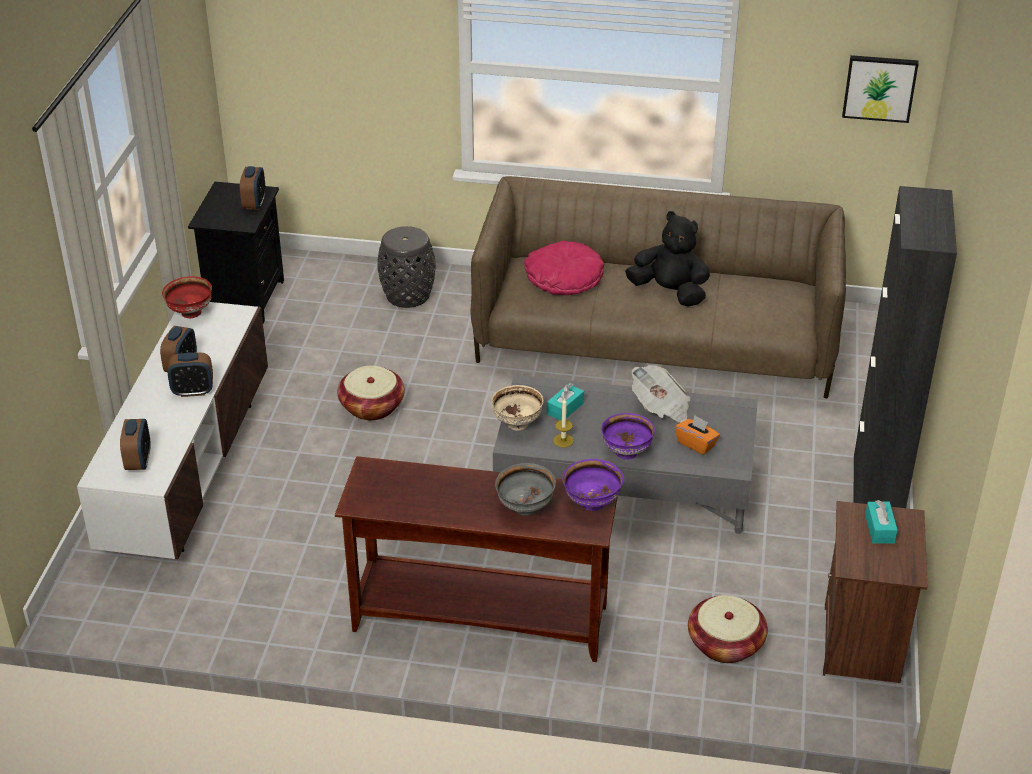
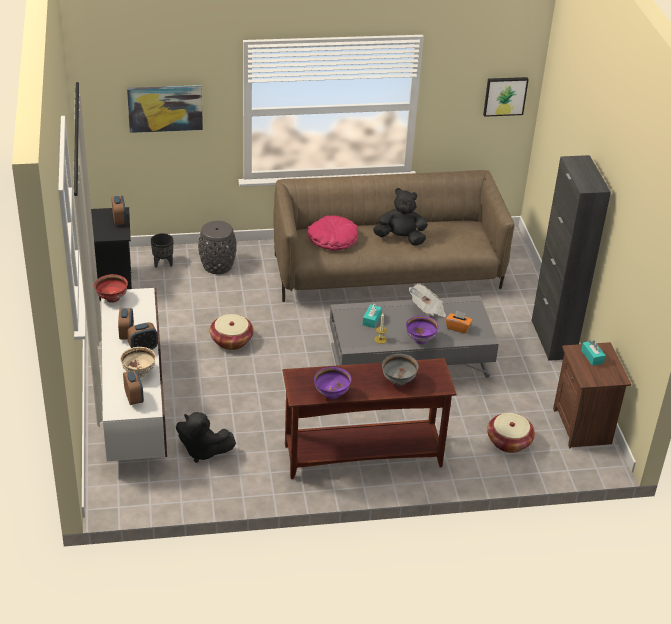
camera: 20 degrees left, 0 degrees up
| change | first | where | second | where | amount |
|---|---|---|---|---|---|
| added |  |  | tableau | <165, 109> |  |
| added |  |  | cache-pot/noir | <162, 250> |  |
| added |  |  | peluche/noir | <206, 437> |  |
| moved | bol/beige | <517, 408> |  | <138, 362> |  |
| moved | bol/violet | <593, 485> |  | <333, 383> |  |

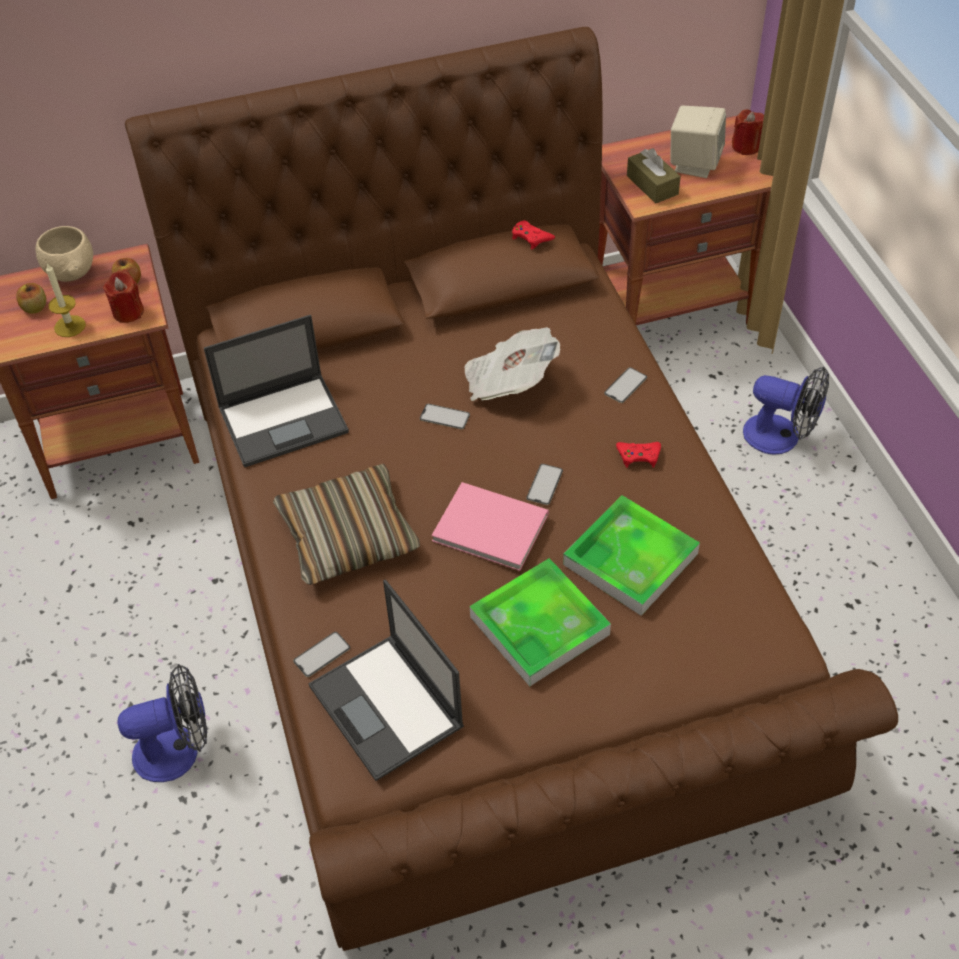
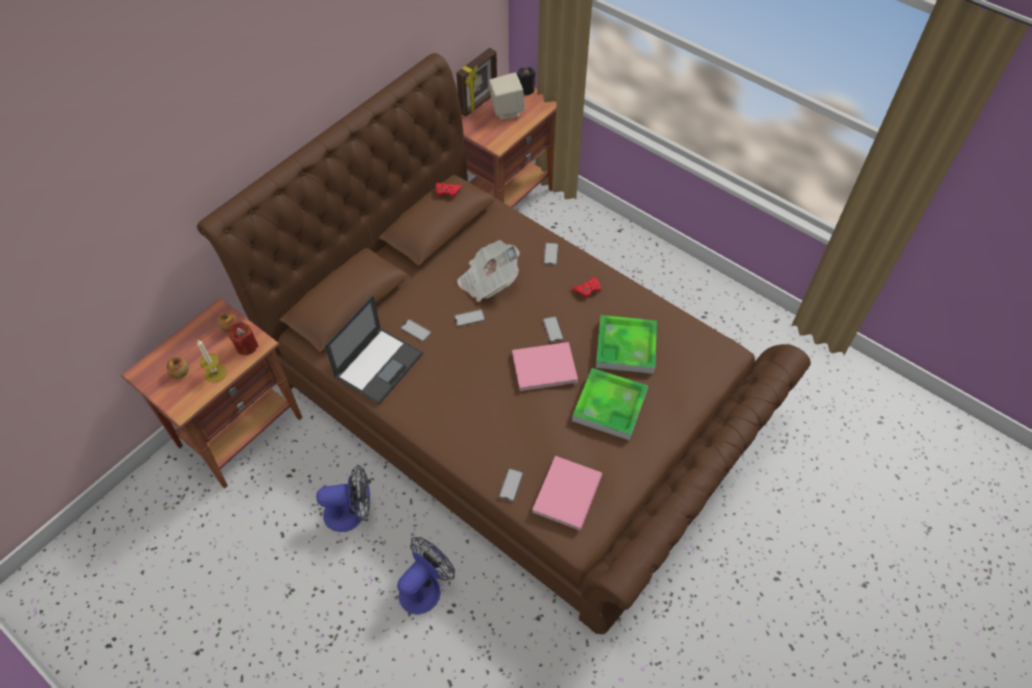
camera: 35 degrees left, 5 degrees up
| change | first | where | second | where | amount |
|---|---|---|---|---|---|
| removed | bol/beige | <64, 254> |  |  |  |
| removed | coussin | <346, 524> |  |  |  |
| removed | boîte à mouchoirs/marron | <654, 176> |  |  |  |
| added |  |  | téléphone | <416, 330> |  |
| added |  |  | cadre photo | <476, 82> |  |
| moved | ventilateur | <786, 411> |  | <343, 498> |  |
| replaced | ordinateur portable | <386, 680> | livre/rose | <567, 493> |  |
| recoloured | bougie/rouge | <748, 132> | bougie/noir | <526, 81> |  |

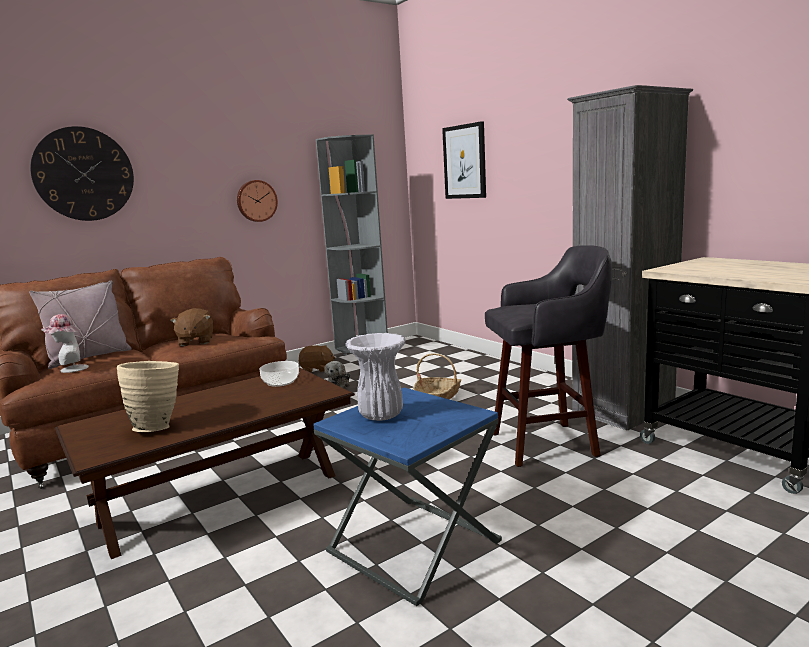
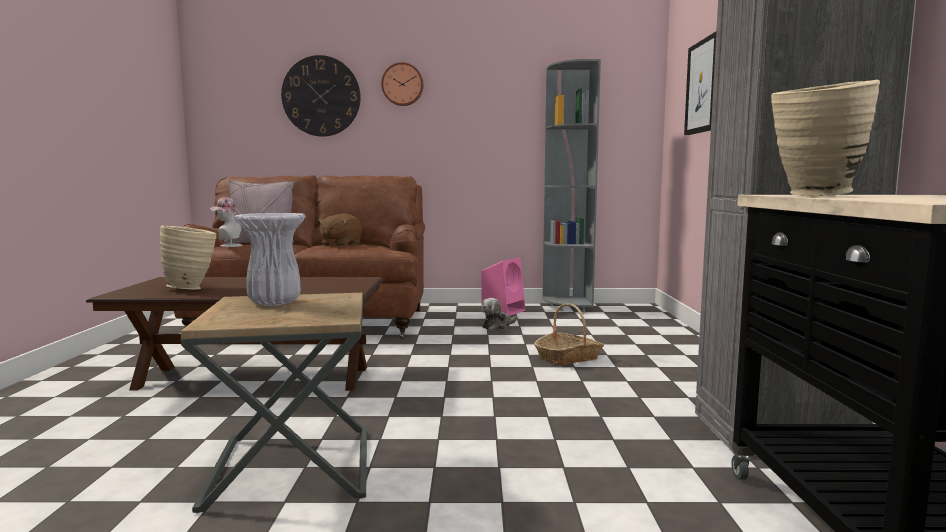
camera: 35 degrees right, 5 degrees down
| change | first | where | second | where | amount |
|---|---|---|---|---|---|
| removed | bol | <279, 374> |  |  |  |
| removed | tabouret/gris | <548, 356> |  |  |  |
| added |  |  | vase/beige | <825, 138> |  |
| moved | horloge murale | <257, 201> |  | <402, 84> |  |
| replaced | peluche/marron | <317, 359> | enceinte/rose | <503, 286> |  |
| recoloured | table d'appoint/bleu | <407, 497> | table d'appoint/marron | <273, 403> |  |

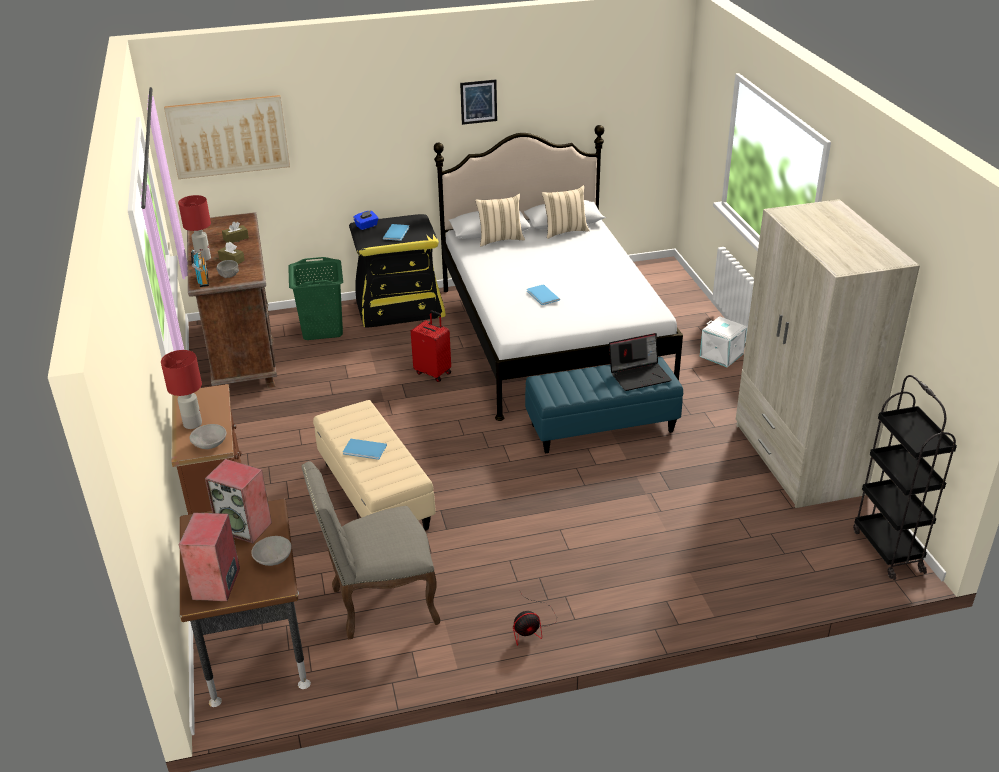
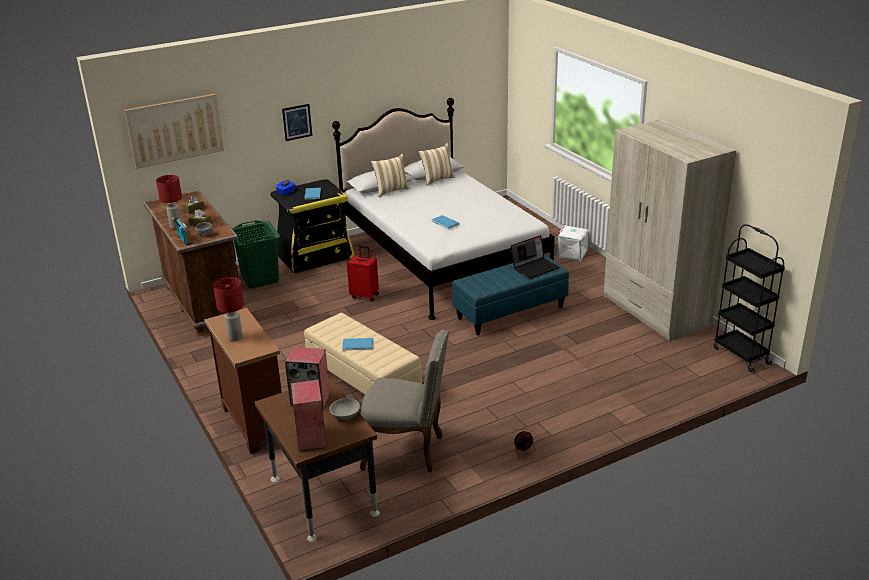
camera: 15 degrees left, 5 degrees down
| change | first | where | second | where | amount |
|---|---|---|---|---|---|
| removed | bol/gris | <207, 436> |  |  |  |
| moved | tableau | <478, 102> |  | <297, 122> |  |
| turned | chaise/gris | <370, 550> |  | <404, 401> | 135 degrees counterclockwise |

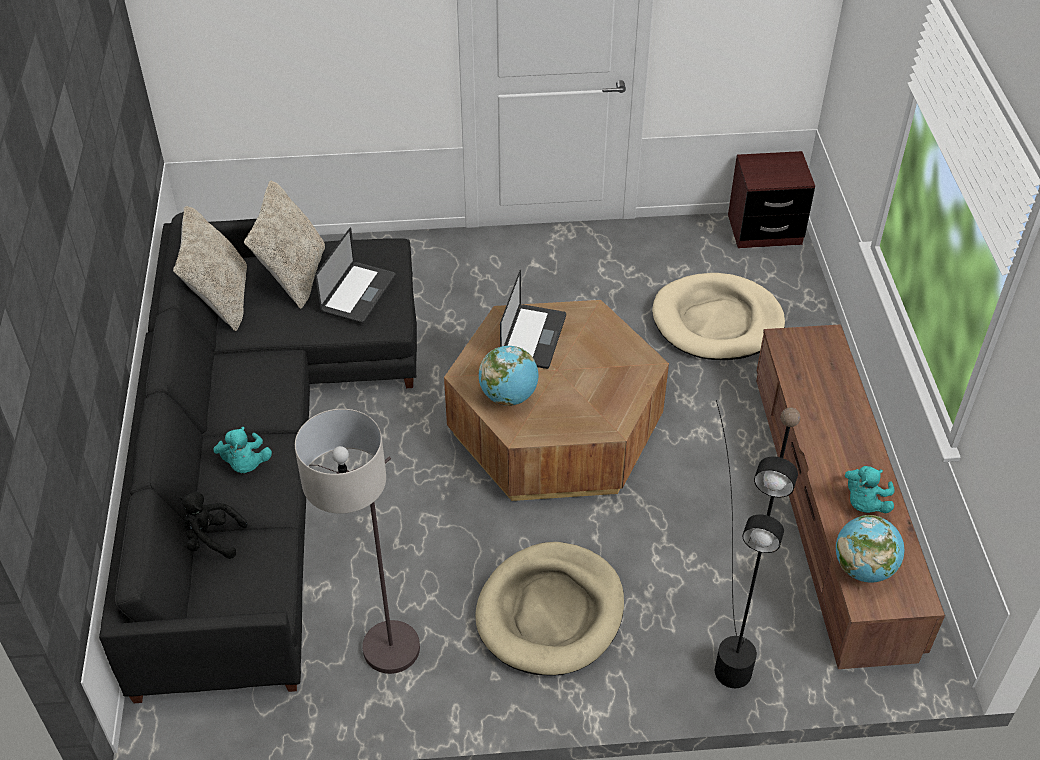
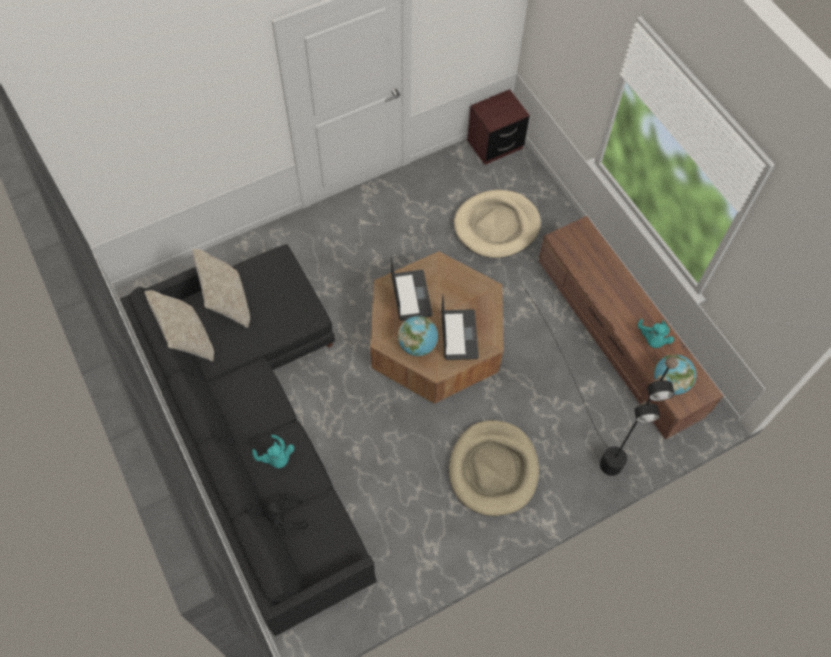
camera: 25 degrees left, 15 degrees up
| change | first | where | second | where | amount |
|---|---|---|---|---|---|
| removed | lampadaire/gris | <357, 541> |  |  |  |
| moved | ordinateur portable | <355, 275> |  | <460, 327> |  |

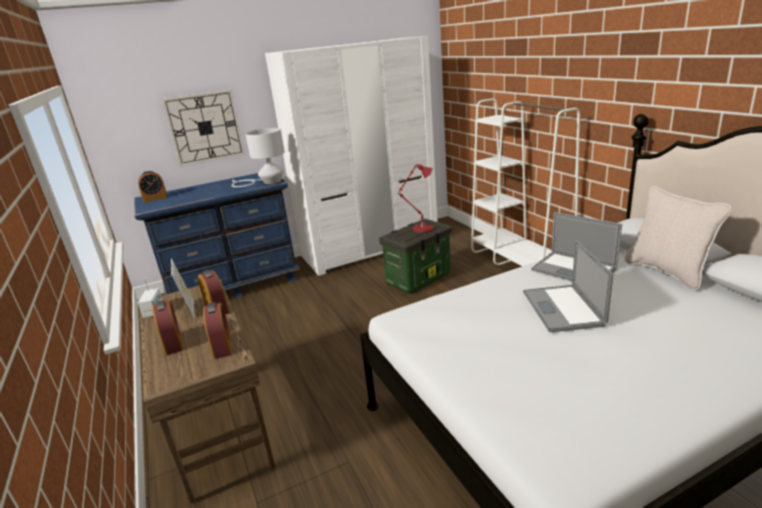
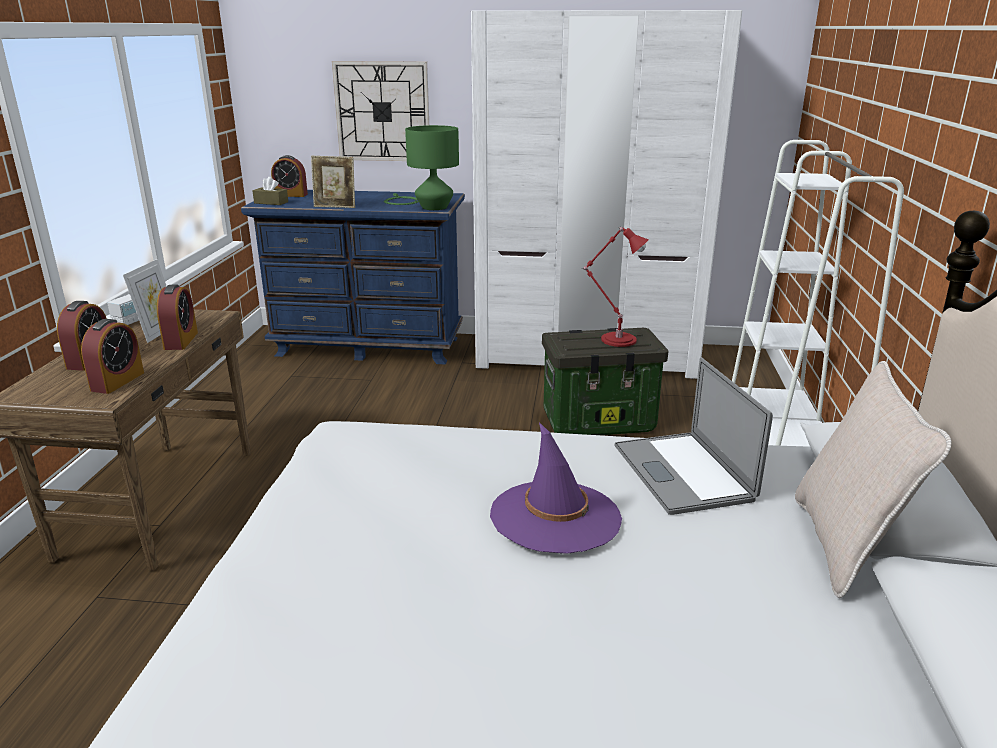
camera: 30 degrees right, 0 degrees up
| change | first | where | second | where | amount |
|---|---|---|---|---|---|
| added |  |  | boîte à mouchoirs/marron | <270, 191> |  |
| added |  |  | cadre photo | <333, 182> |  |
| replaced | ordinateur portable | <568, 286> | chapeau/violet | <556, 488> |  |
| recoloured | lampe de table/gris | <258, 157> | lampe de table/vert | <421, 167> |  |

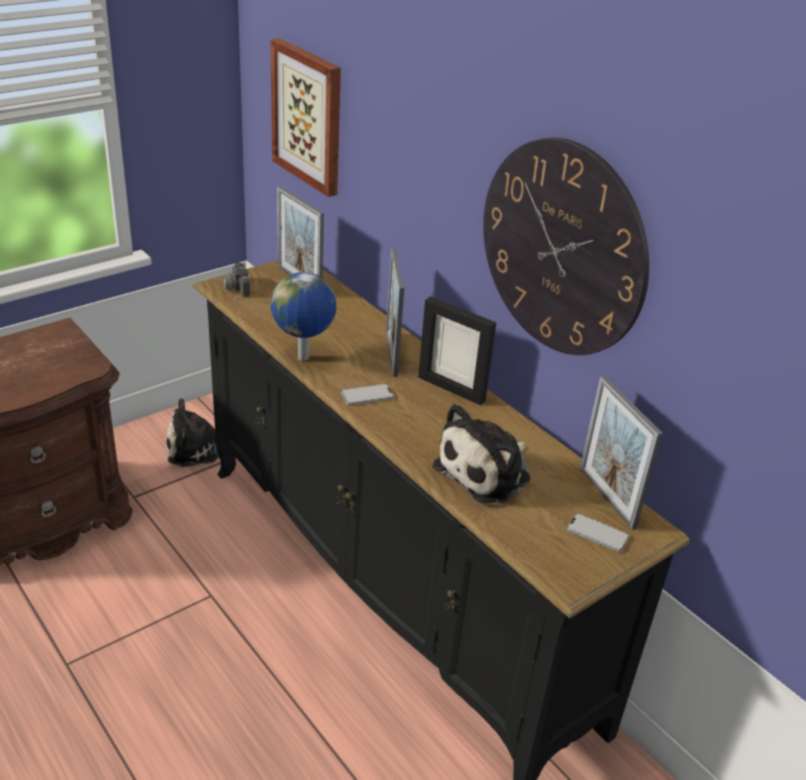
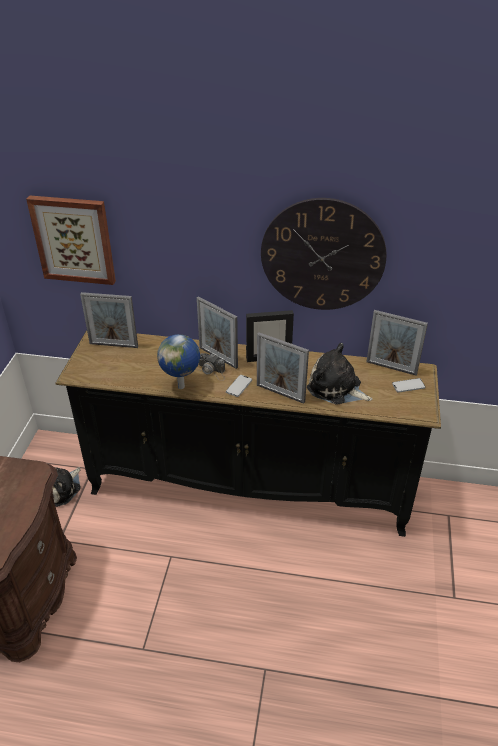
camera: 40 degrees left, 5 degrees up
| change | first | where | second | where | amount |
|---|---|---|---|---|---|
| added |  |  | cadre photo | <283, 368> |  |
| moved | appareil photo | <237, 283> |  | <210, 367> |  |
| turned | peluche | <481, 454> |  | <339, 374> | 120 degrees clockwise |

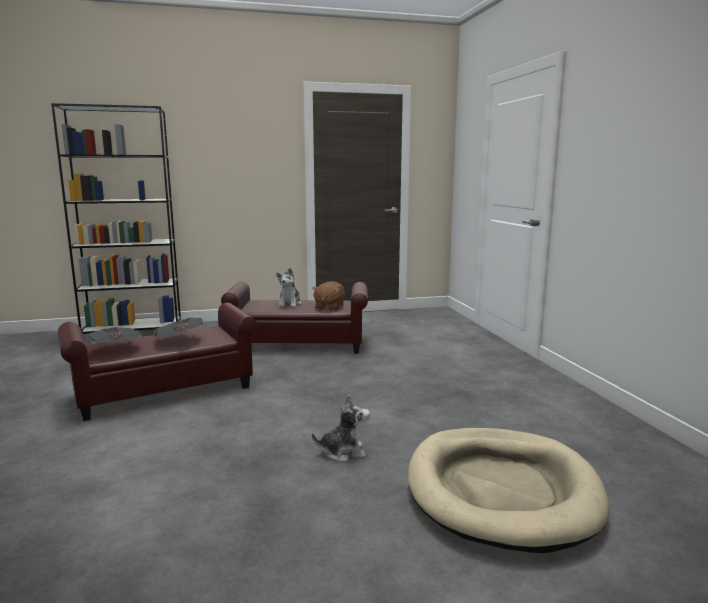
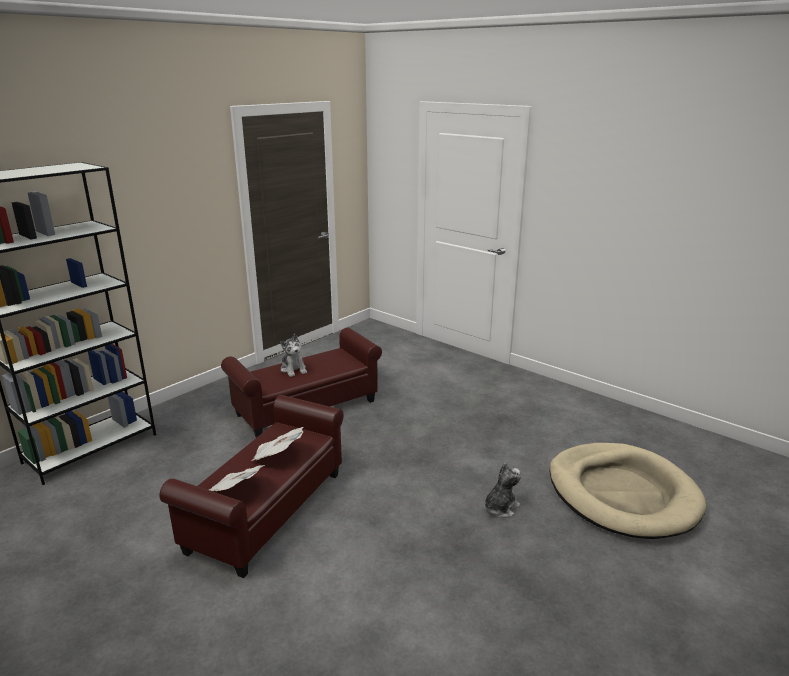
camera: 35 degrees left, 10 degrees up
| change | first | where | second | where | amount |
|---|---|---|---|---|---|
| removed | peluche/marron | <328, 295> |  |  |  |

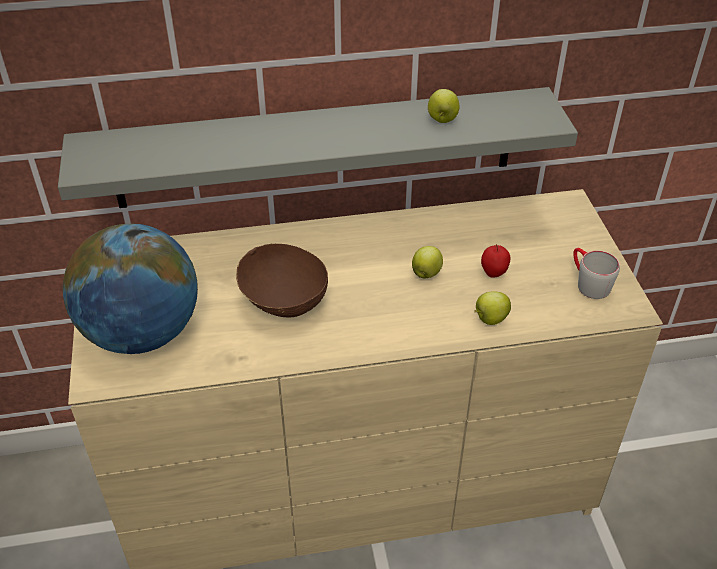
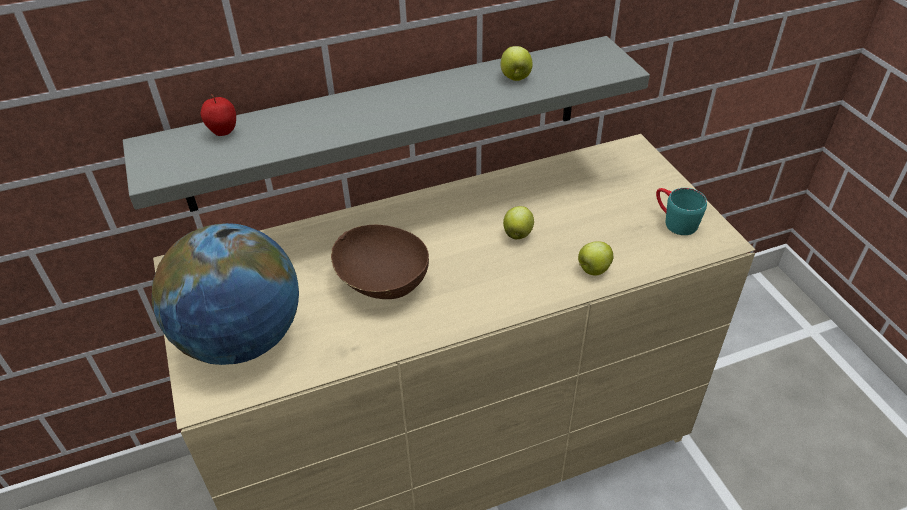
camera: 10 degrees left, 0 degrees up
| change | first | where | second | where | amount |
|---|---|---|---|---|---|
| moved | pomme | <495, 260> |  | <218, 115> |  |
| recoloured | mug/gris | <596, 273> | mug/turquoise | <681, 211> |  |

